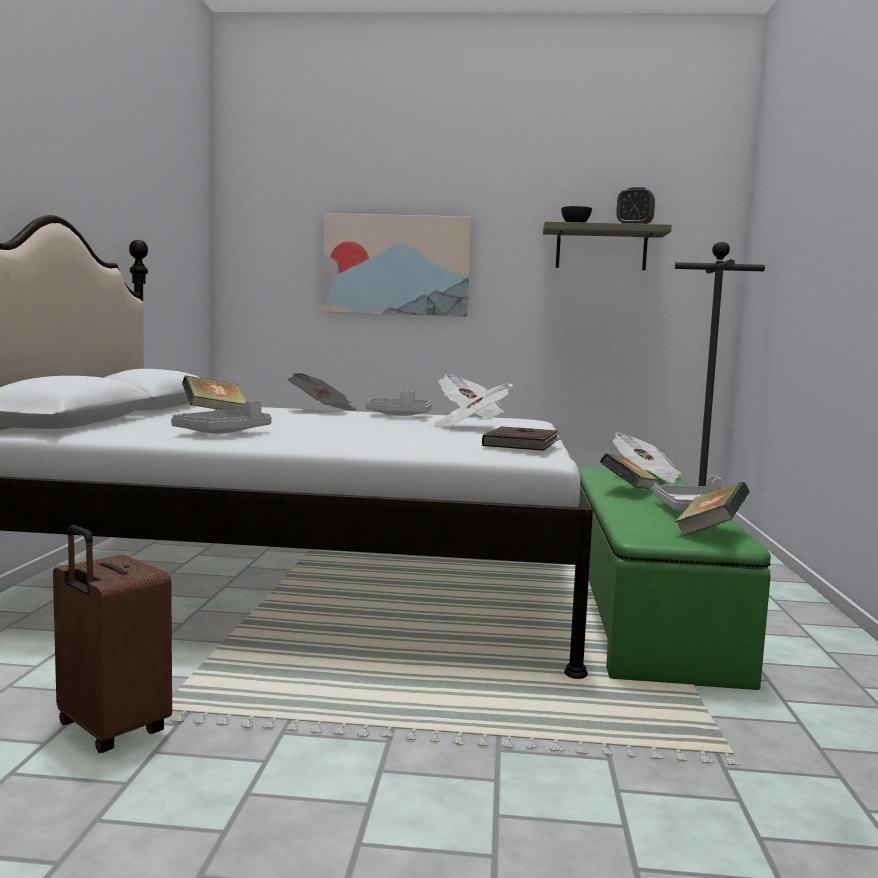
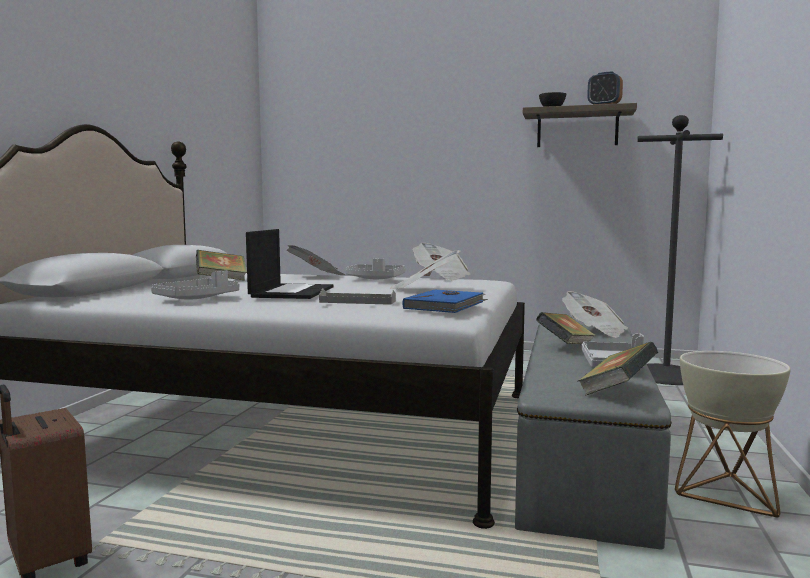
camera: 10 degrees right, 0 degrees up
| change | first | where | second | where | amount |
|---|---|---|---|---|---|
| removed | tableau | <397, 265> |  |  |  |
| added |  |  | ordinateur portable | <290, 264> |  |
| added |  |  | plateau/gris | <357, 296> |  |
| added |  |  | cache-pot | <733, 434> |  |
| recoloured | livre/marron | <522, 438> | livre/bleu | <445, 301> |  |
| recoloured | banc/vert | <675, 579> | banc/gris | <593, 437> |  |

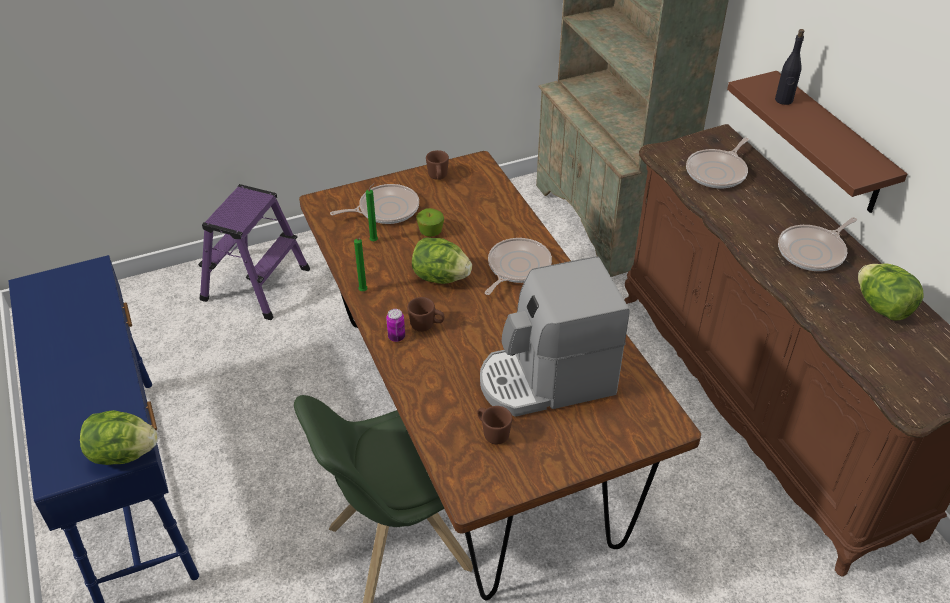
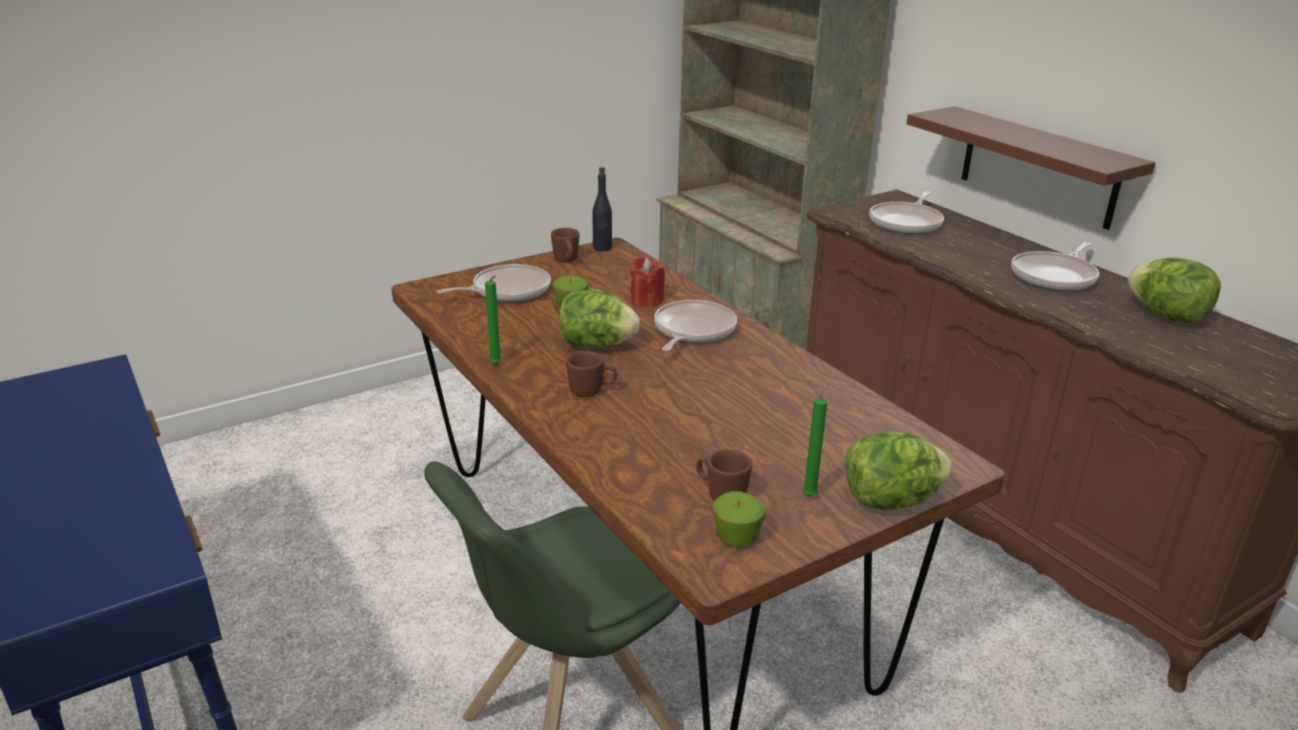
camera: 10 degrees left, 15 degrees down
| change | first | where | second | where | amount |
|---|---|---|---|---|---|
| removed | escabeau/violet | <254, 252> |  |  |  |
| removed | boîte métallique | <395, 325> |  |  |  |
| removed | machine à café | <555, 336> |  |  |  |
| added |  |  | bougie/rouge | <647, 282> |  |
| added |  |  | pomme | <739, 518> |  |
| moved | laitue | <119, 437> |  | <899, 471> |  |
| moved | bougie/vert | <372, 212> |  | <816, 440> |  |
| moved | bouteille/noir | <789, 67> |  | <602, 209> |  |

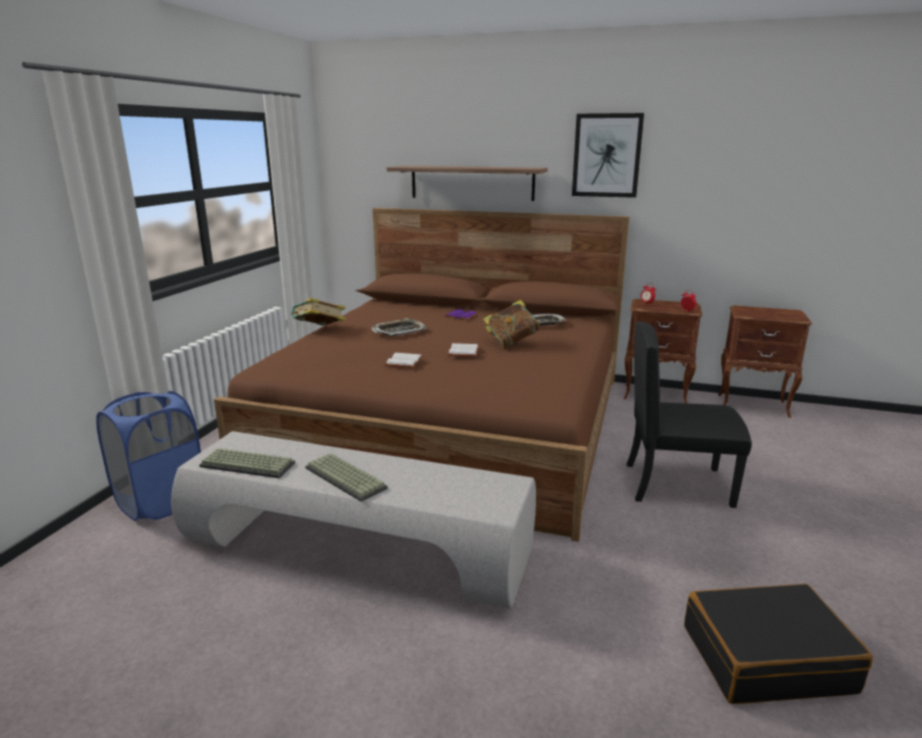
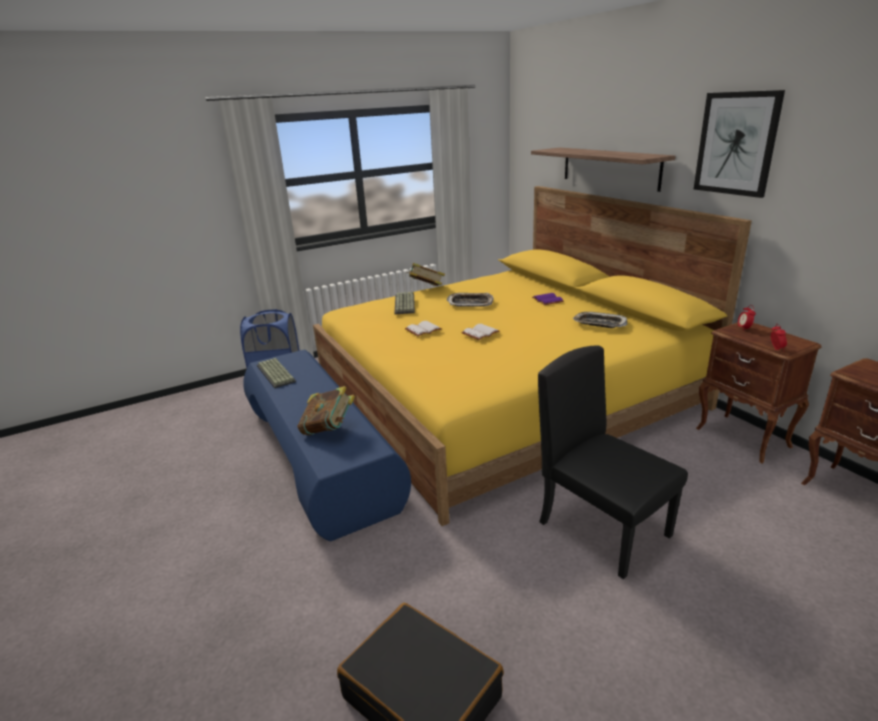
camera: 45 degrees right, 5 degrees up
| change | first | where | second | where | amount |
|---|---|---|---|---|---|
| moved | clavier | <346, 477> |  | <405, 303> |  |
| moved | livre | <512, 324> |  | <326, 410> |  |
| recoloured | banc/gris | <353, 520> | banc/bleu | <327, 445> |  |
| recoloured | lit/marron | <421, 375> | lit/jaune | <532, 356> |  |

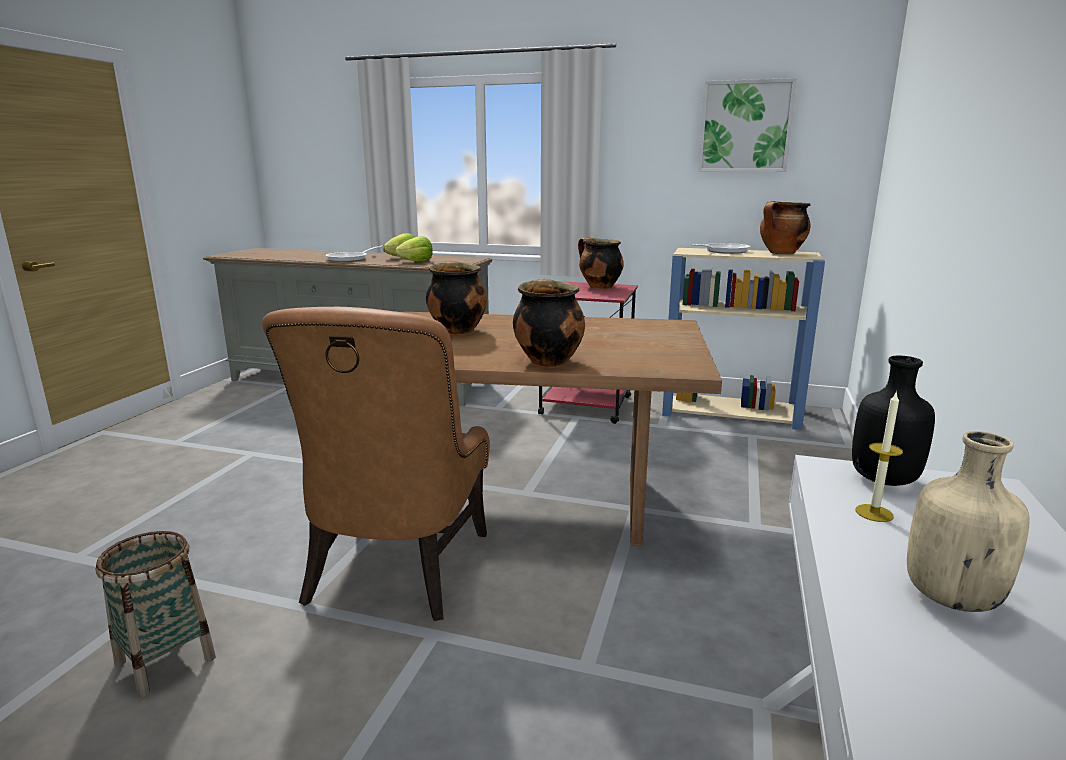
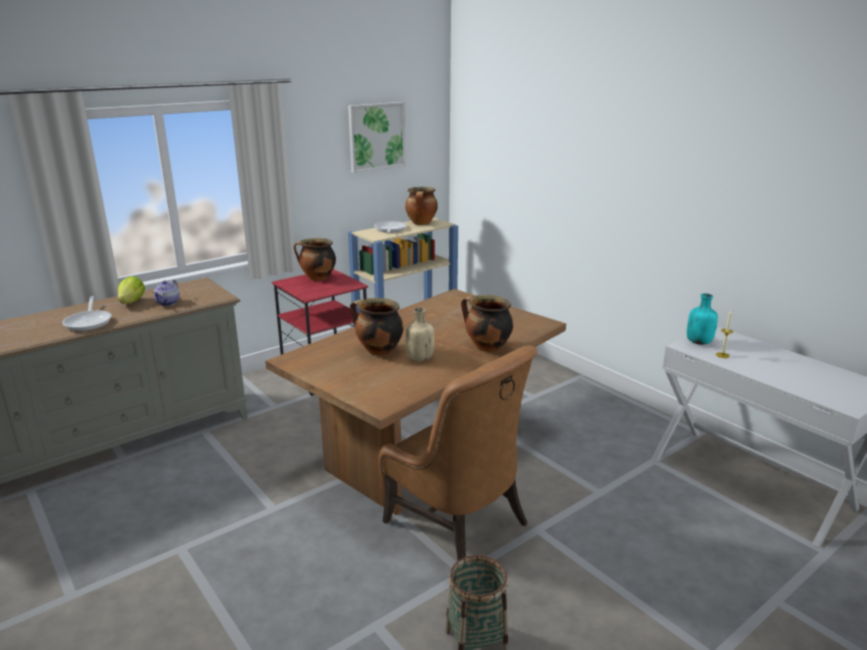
camera: 55 degrees left, 5 degrees up
| change | first | where | second | where | amount |
|---|---|---|---|---|---|
| moved | bouteille/beige | <968, 521> |  | <420, 334> |  |
| replaced | laitue | <414, 248> | théière | <166, 293> |  |
| recoloured | bouteille/noir | <893, 421> | bouteille/turquoise | <702, 319> |  |

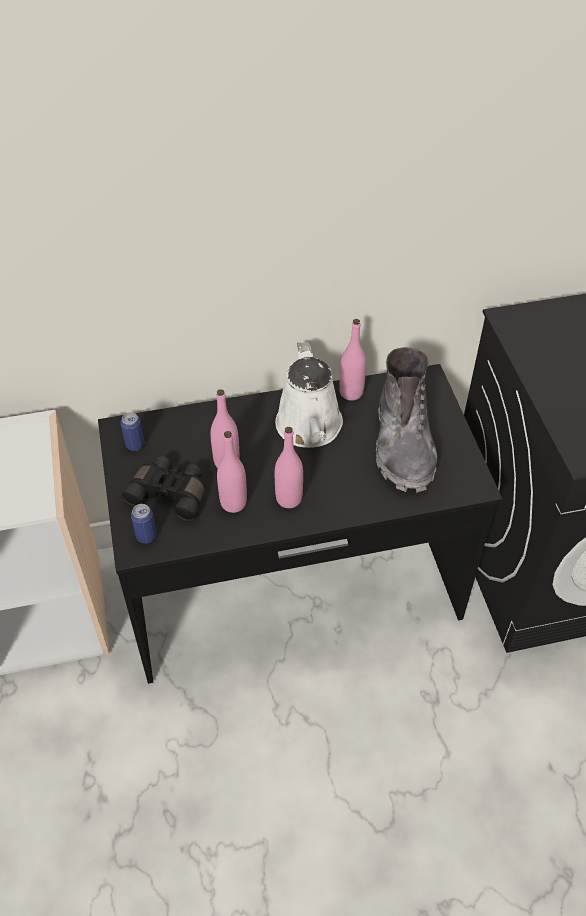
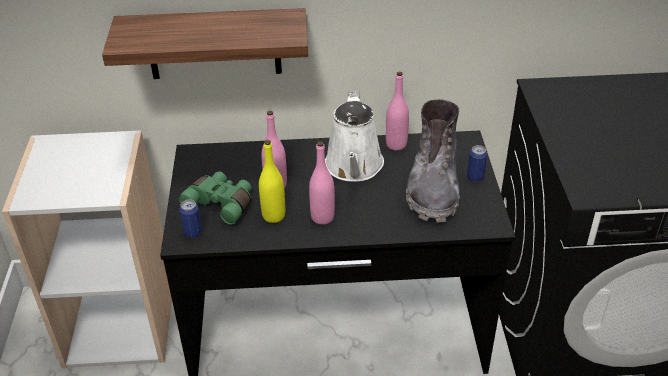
camera: 10 degrees right, 10 degrees down
| change | first | where | second | where | amount |
|---|---|---|---|---|---|
| added |  |  | étagère | <205, 43> |  |
| moved | boîte métallique | <132, 431> |  | <477, 163> |  |
| recoloured | jumelles/noir | <163, 488> | jumelles/vert | <215, 197> |  |
| recoloured | bouteille/rose | <232, 472> | bouteille/jaune | <272, 181> |  |

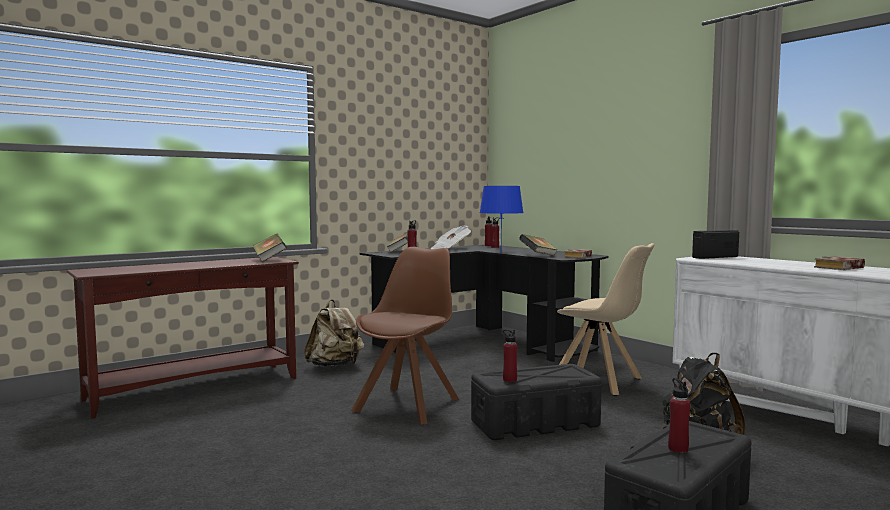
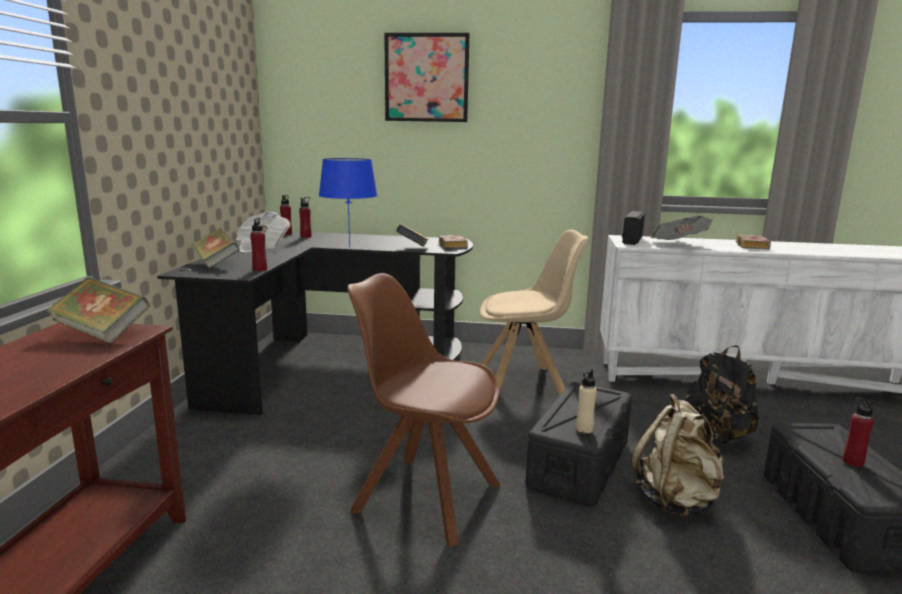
camera: 45 degrees left, 10 degrees up
| change | first | where | second | where | amount |
|---|---|---|---|---|---|
| added |  |  | tableau | <426, 77> |  |
| added |  |  | journal | <681, 228> |  |
| moved | sac à dos/beige | <334, 334> |  | <677, 455> |  |
| recoloured | bouteille/rouge | <510, 355> | bouteille/beige | <586, 401> |  |
| turned | chaise/marron | <405, 336> |  | <424, 410> | 45 degrees counterclockwise |

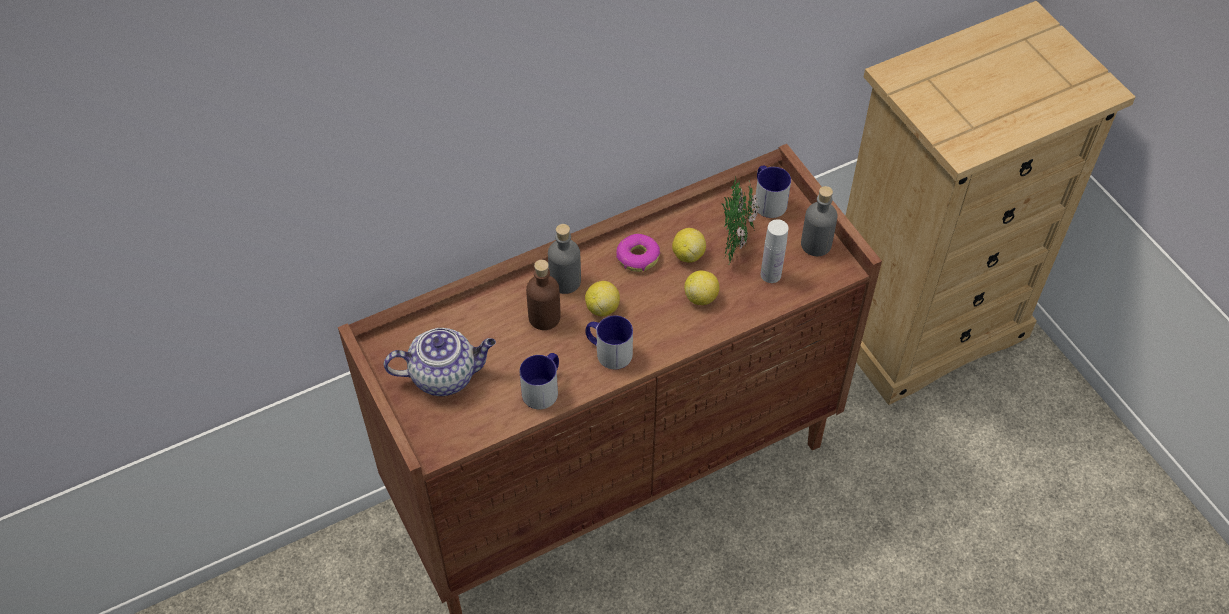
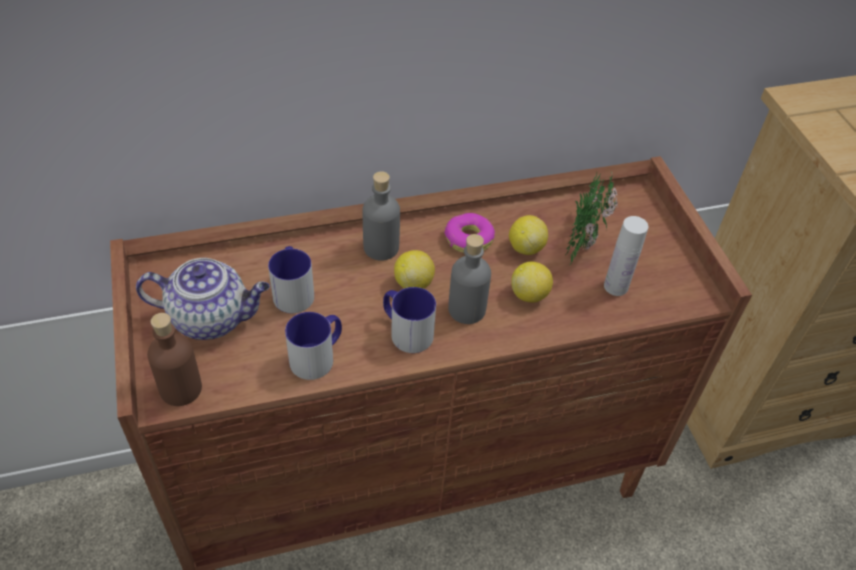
camera: 10 degrees right, 5 degrees down
| change | first | where | second | where | amount |
|---|---|---|---|---|---|
| moved | bouteille/marron | <543, 295> |  | <174, 359> |  |
| moved | mug | <773, 192> |  | <291, 279> |  |
| moved | bouteille/gris | <819, 221> |  | <469, 279> |  |

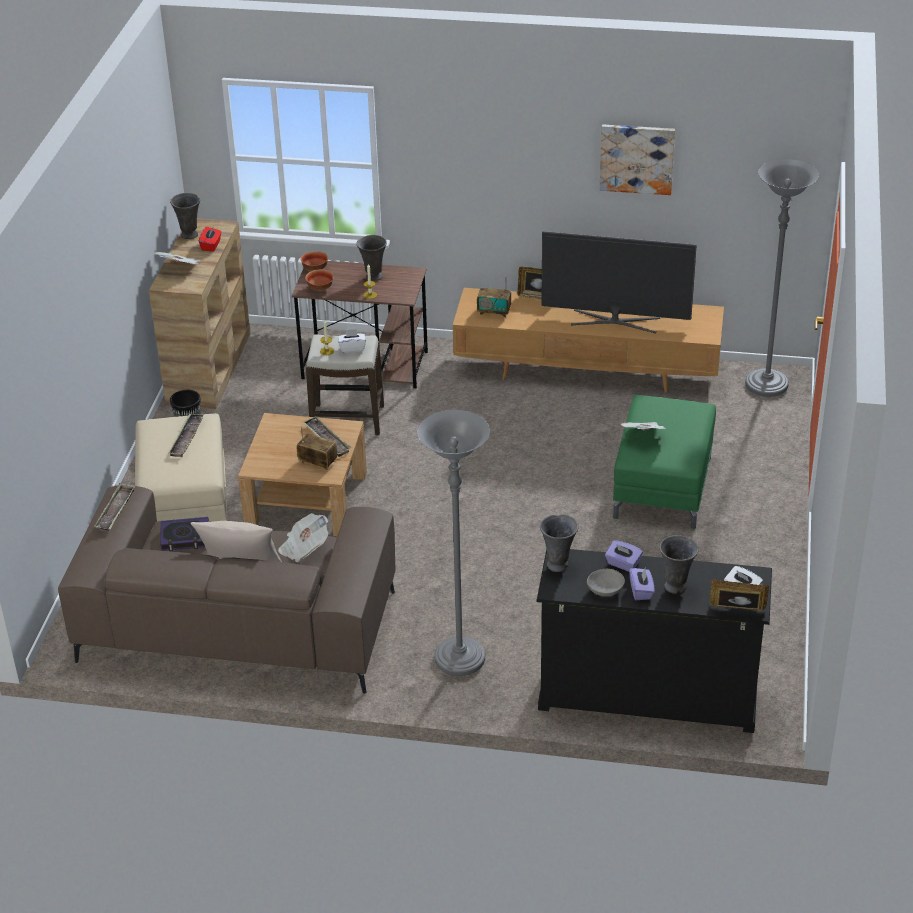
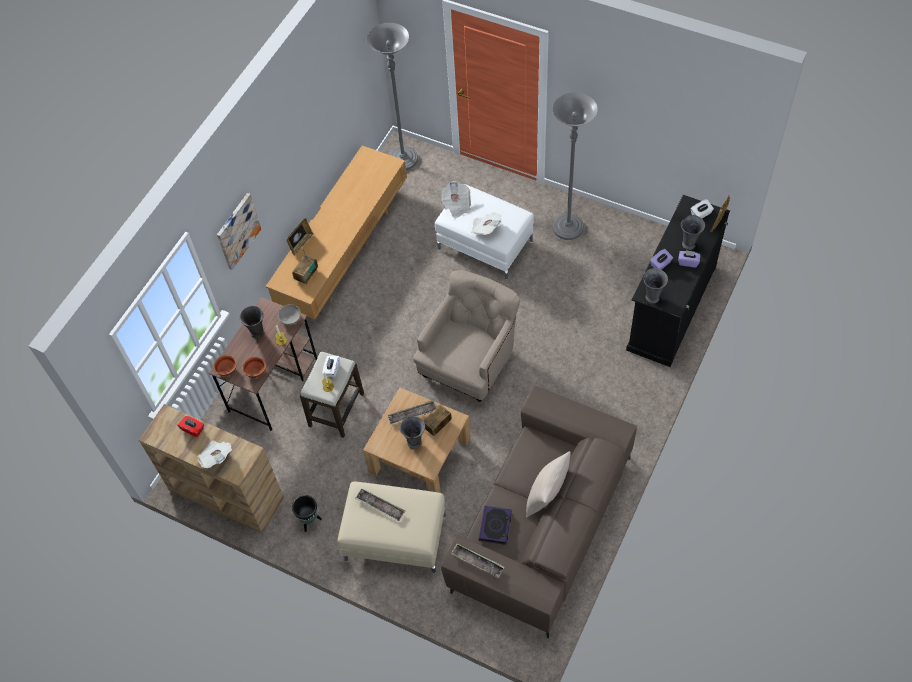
camera: 70 degrees left, 20 degrees up
| change | first | where | second | where | amount |
|---|---|---|---|---|---|
| removed | téléviseur | <619, 282> |  |  |  |
| added |  |  | fauteuil/beige | <466, 336> |  |
| moved | vase/gris | <185, 216> |  | <412, 432> |  |
| moved | journal | <303, 537> |  | <456, 199> |  |
| moved | lampadaire/gris | <453, 543> |  | <575, 166> |  |
| moved | bol/gris | <606, 582> |  | <289, 314> |  |
| moved | tableau | <637, 160> |  | <239, 231> |  |
| recoloured | pouf/vert | <664, 462> | pouf/blanc | <484, 232> |  |

